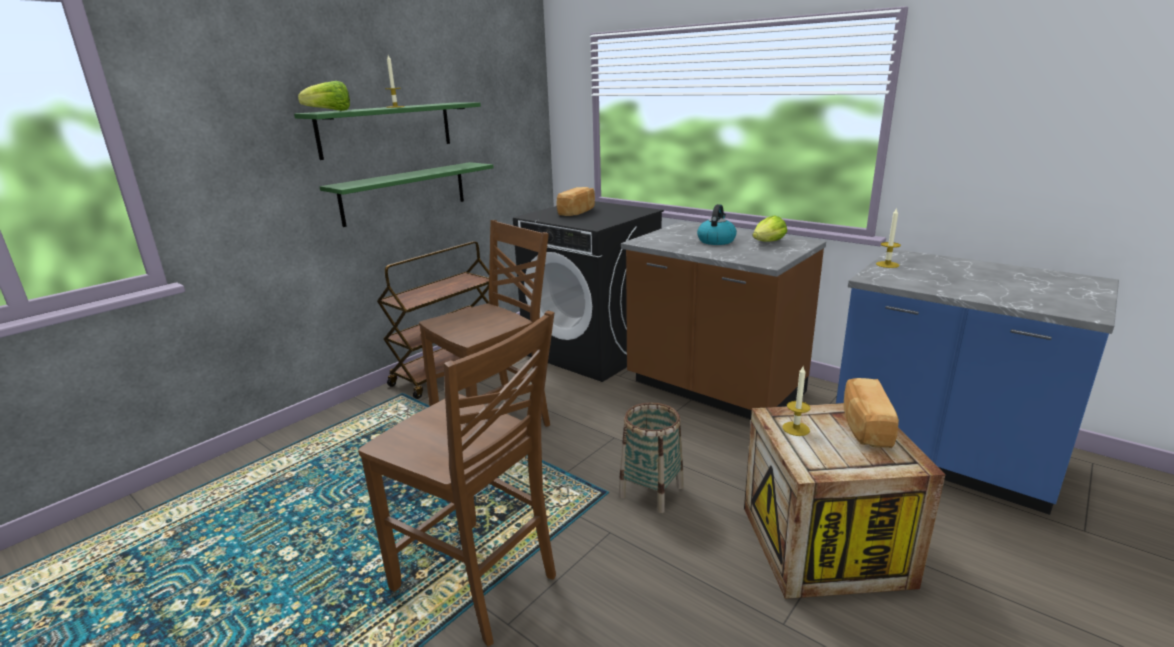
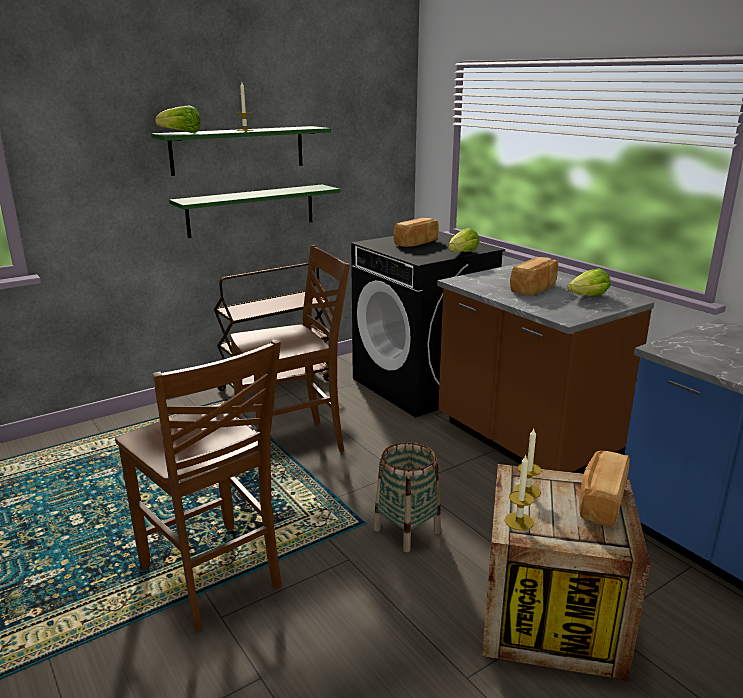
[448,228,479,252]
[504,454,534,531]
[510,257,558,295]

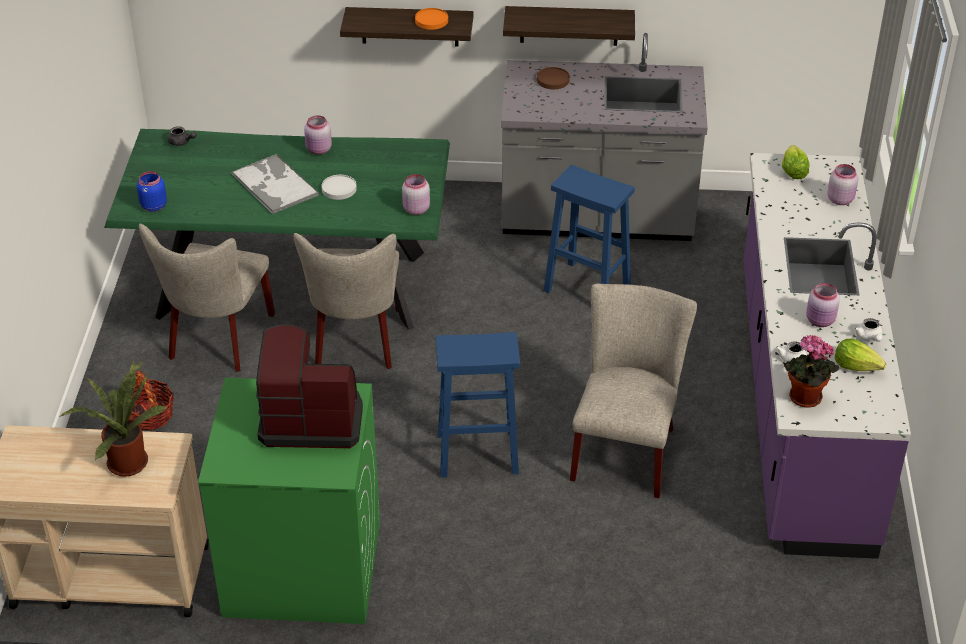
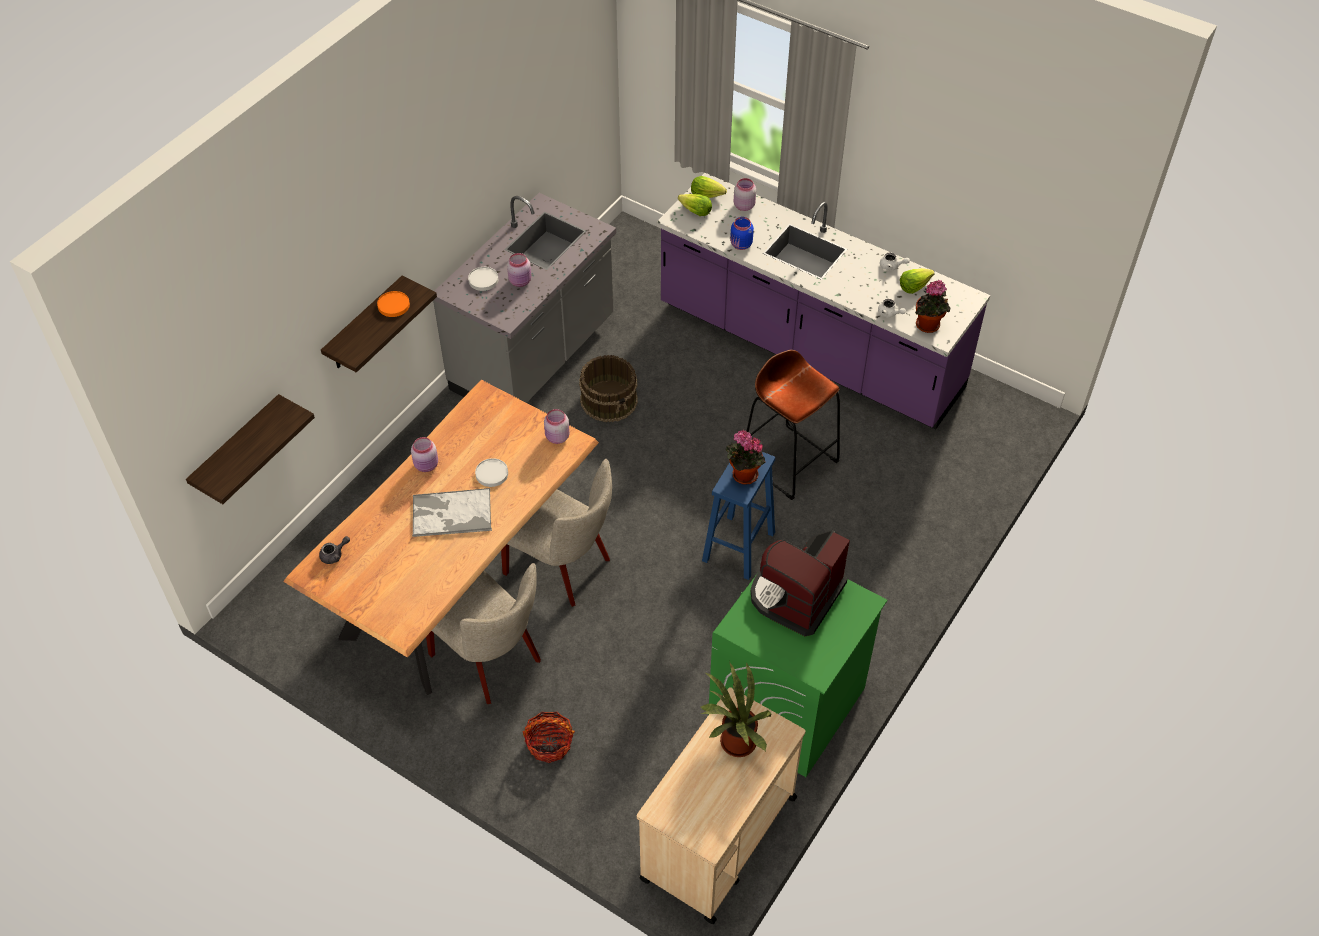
[691,176,727,198]
[726,430,766,485]
[730,217,754,250]
[186,394,315,504]
[507,253,531,287]
[579,355,638,422]
[746,350,840,500]
[283,380,599,695]
[468,267,498,291]

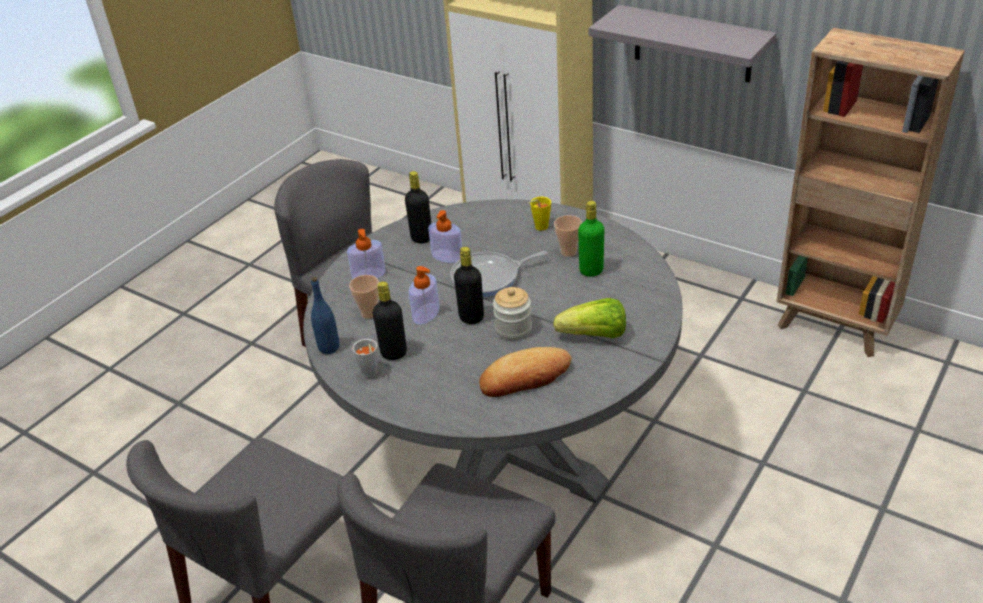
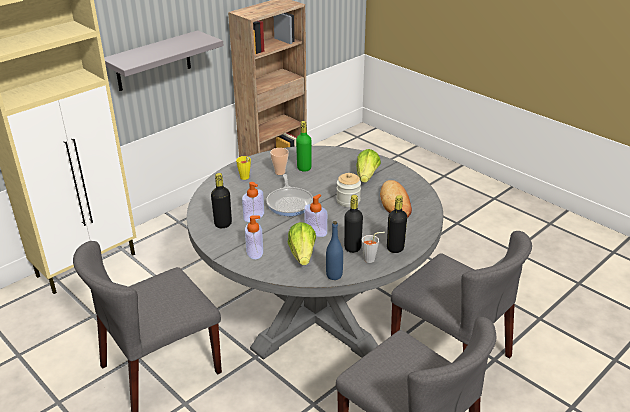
[387,195,407,253]
[288,222,316,265]

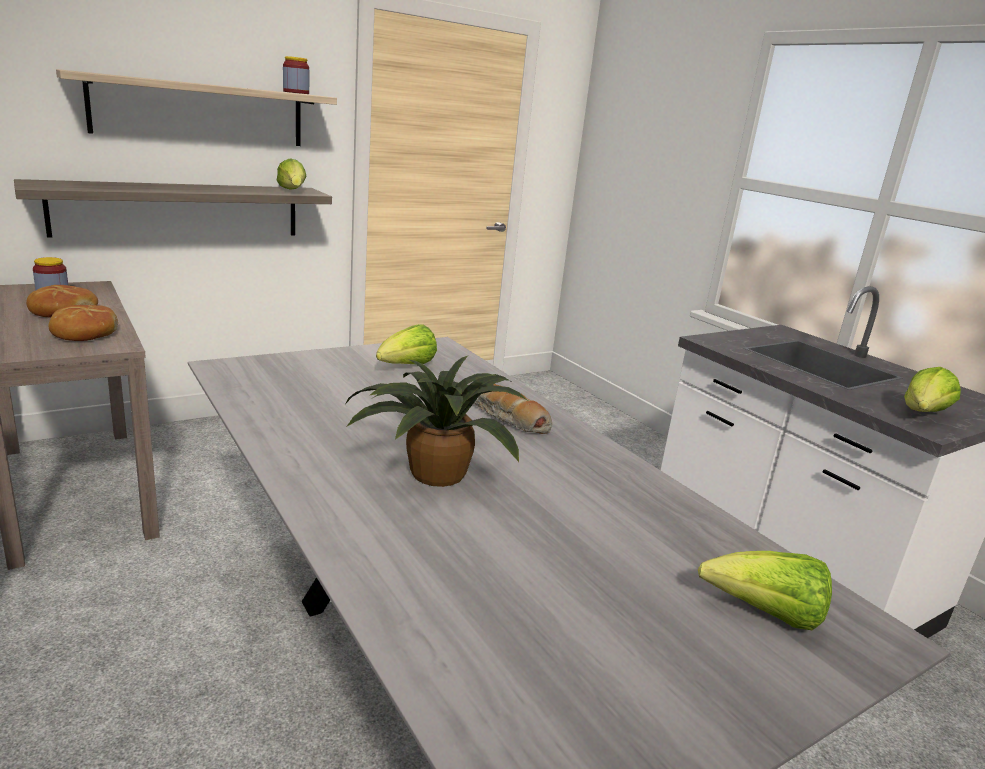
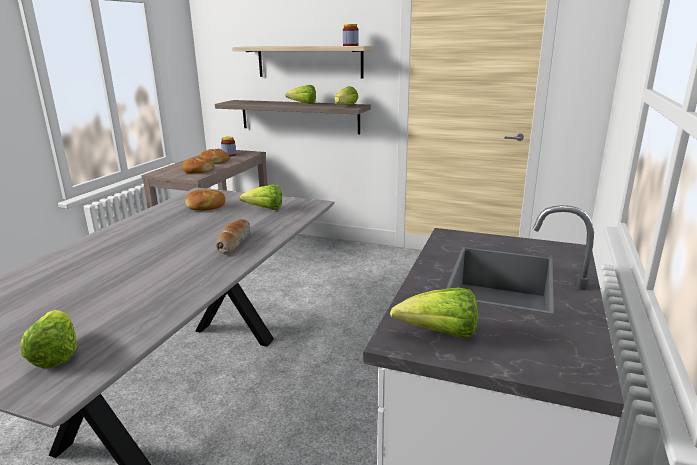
[345,356,528,487] (first image)
[185,189,225,211]
[285,85,316,104]

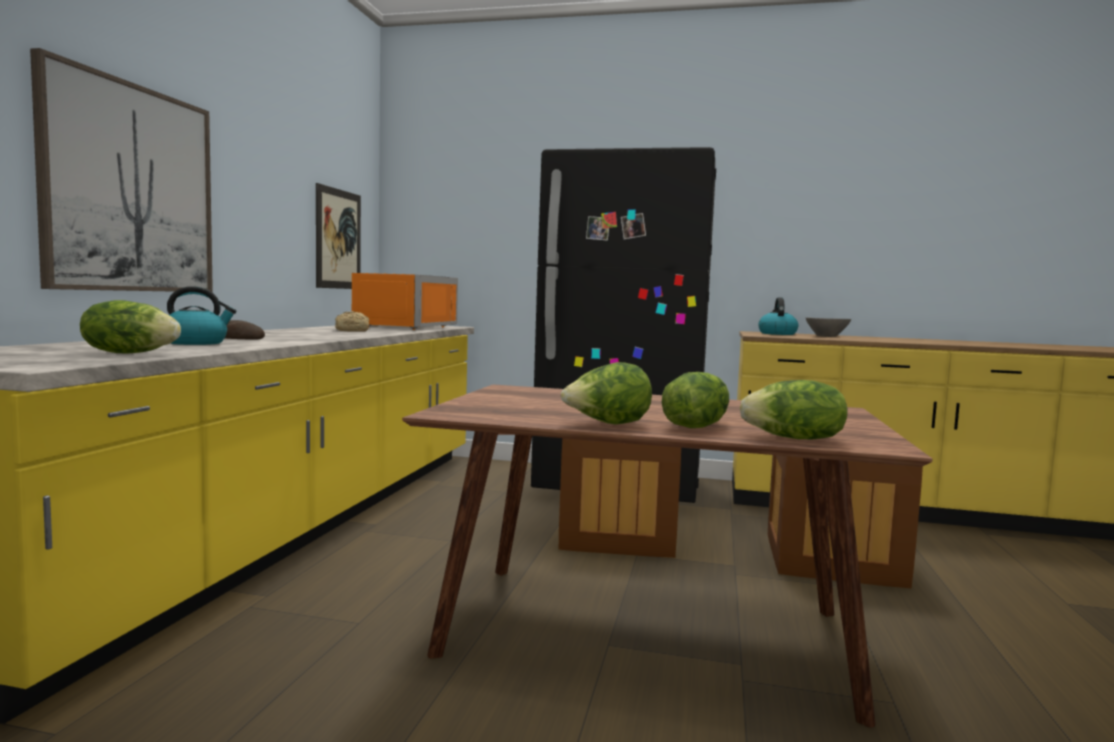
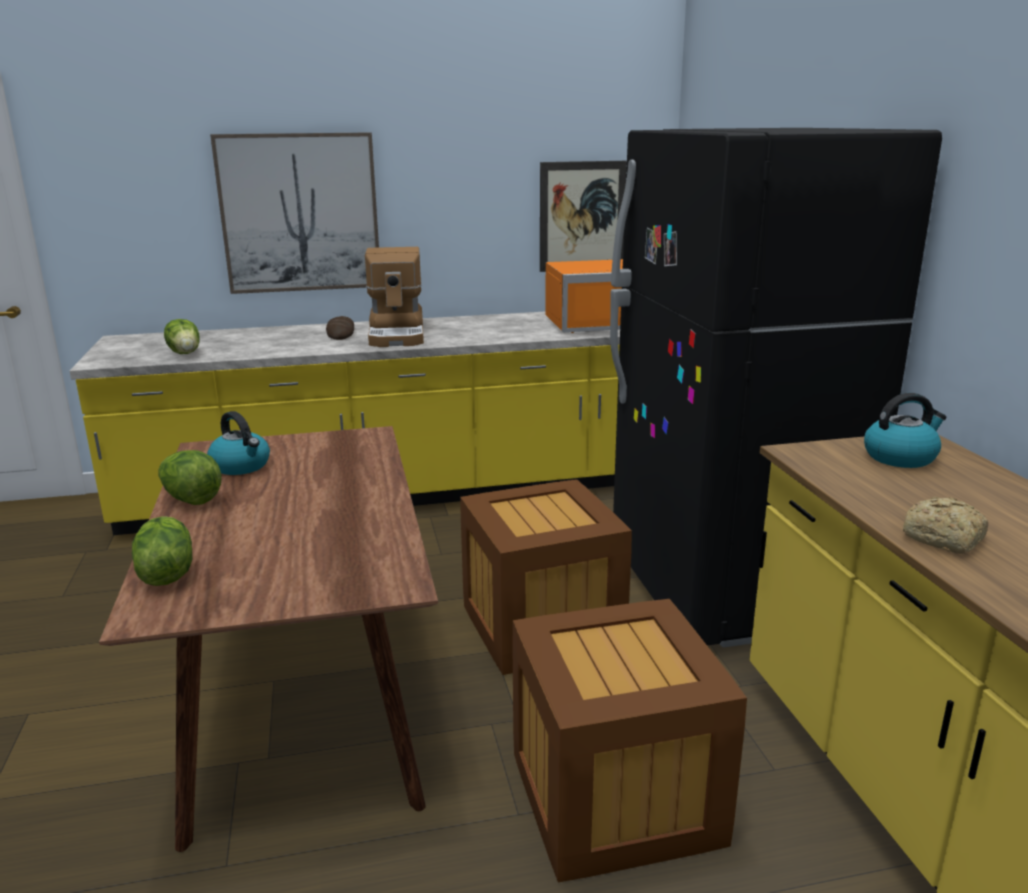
[662,372,729,428] (first image)
[806,317,851,337] (first image)
[365,247,424,347]
[207,411,270,475]
[903,497,988,554]

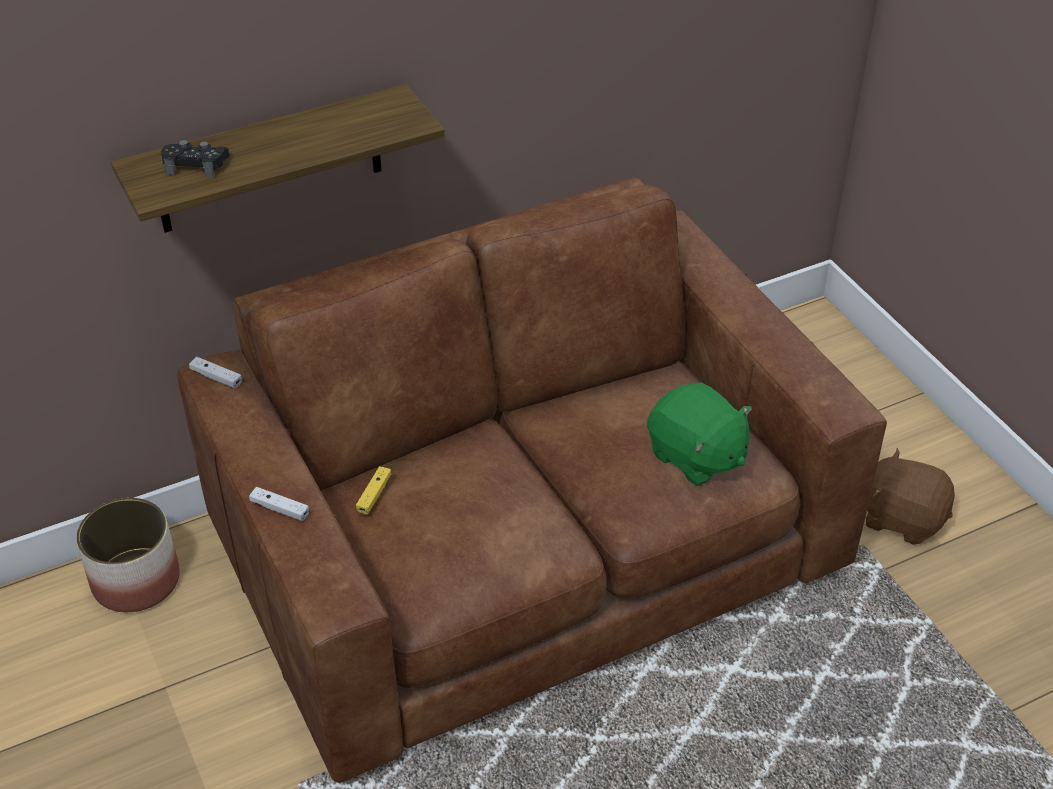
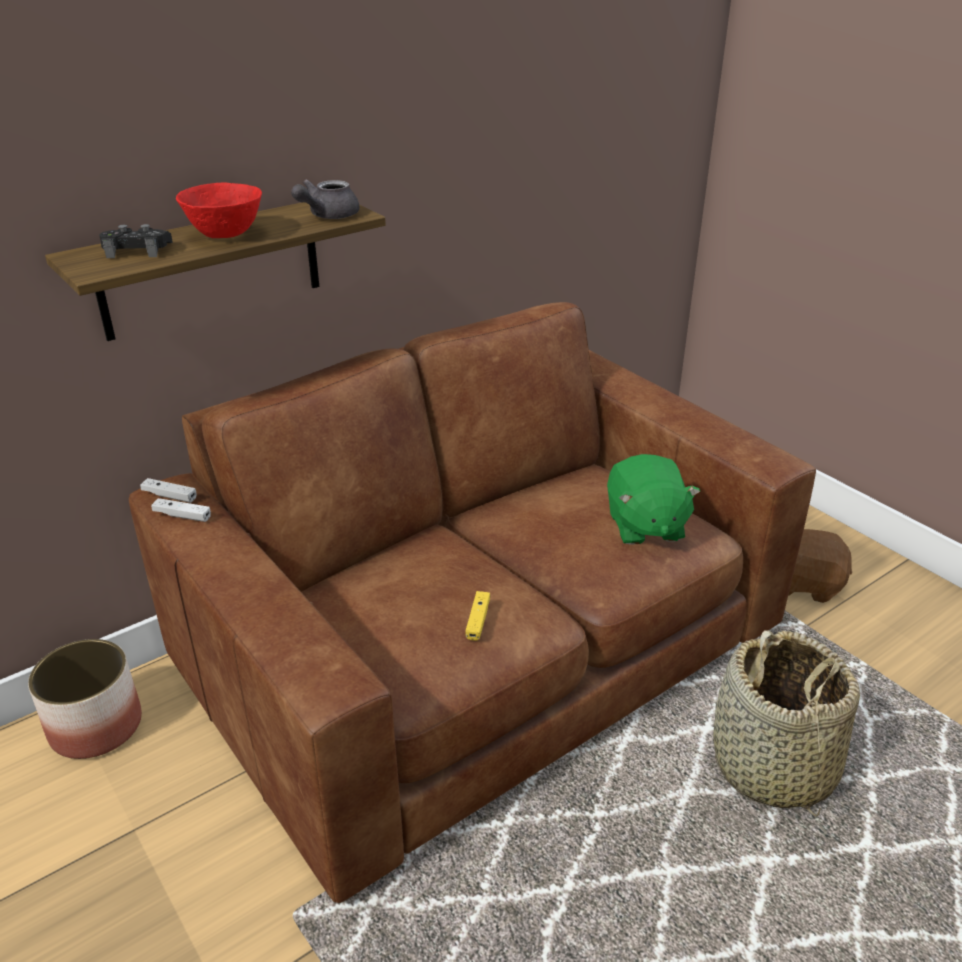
[176,183,262,238]
[291,179,359,219]
[713,630,860,816]
[151,498,211,522]
[465,591,490,641]
[607,454,700,545]

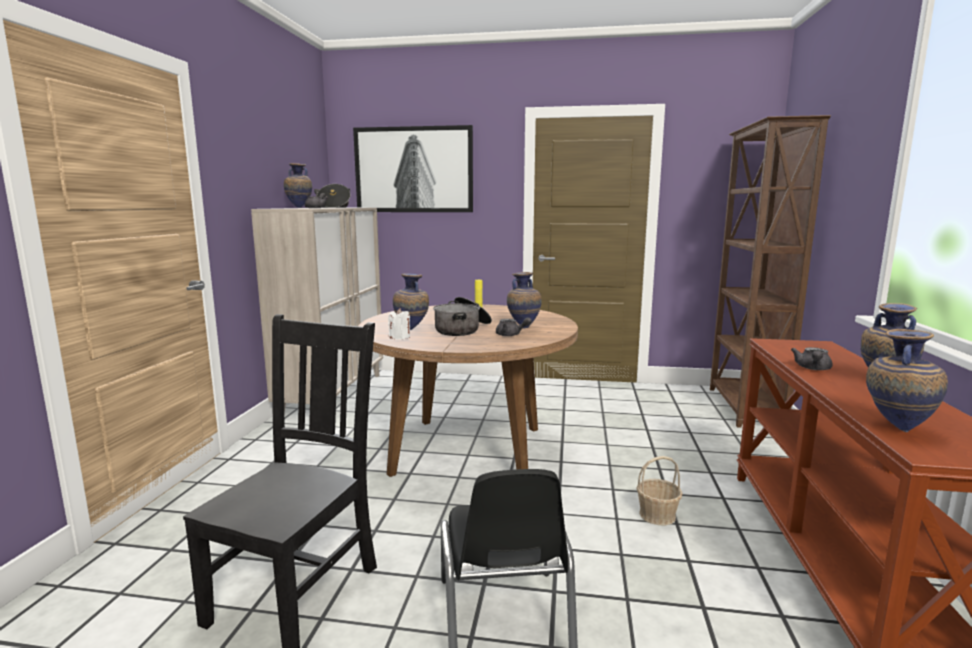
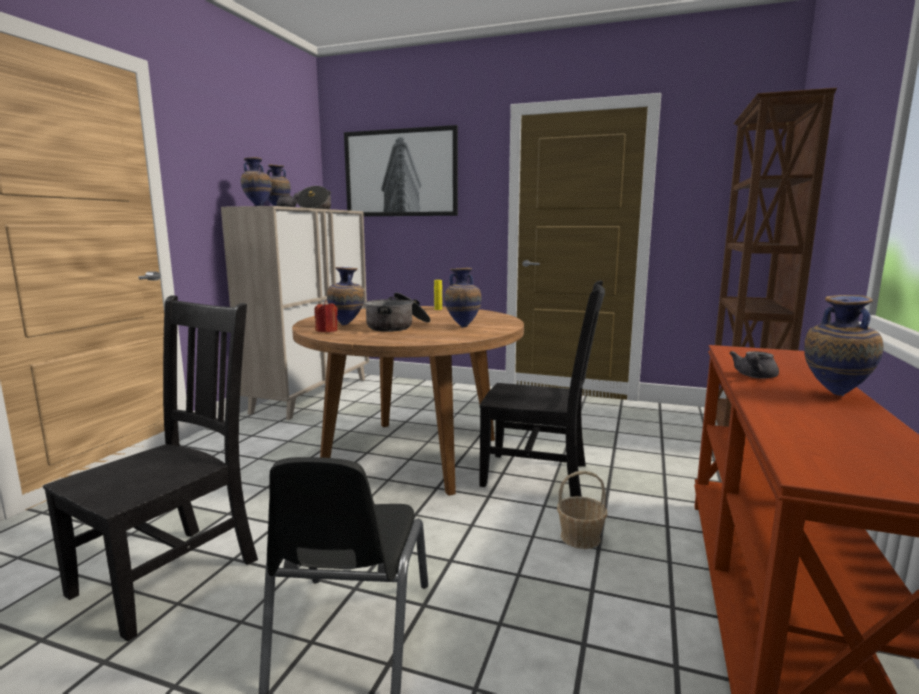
[496,317,532,336] (first image)
[479,280,605,497]
[241,157,272,206]
[315,300,338,332]

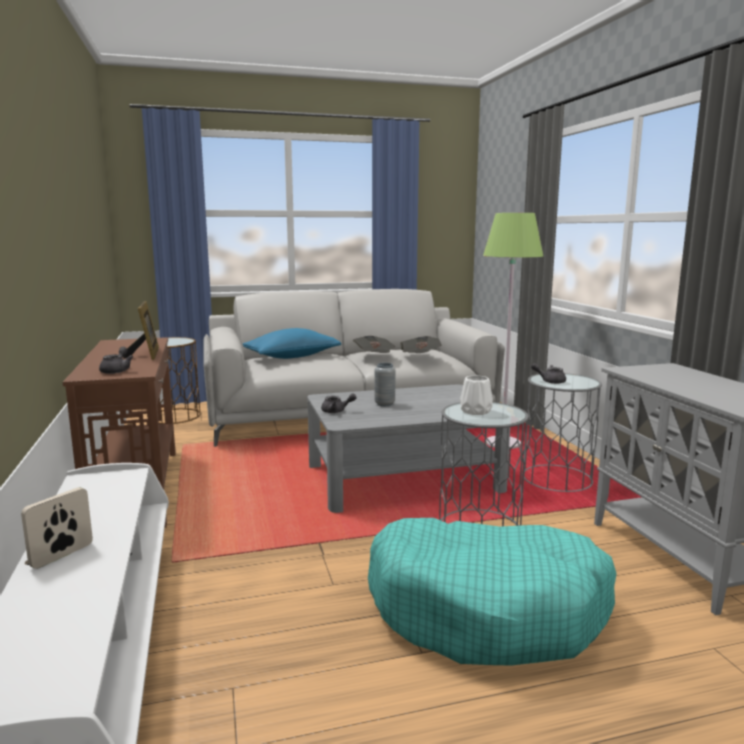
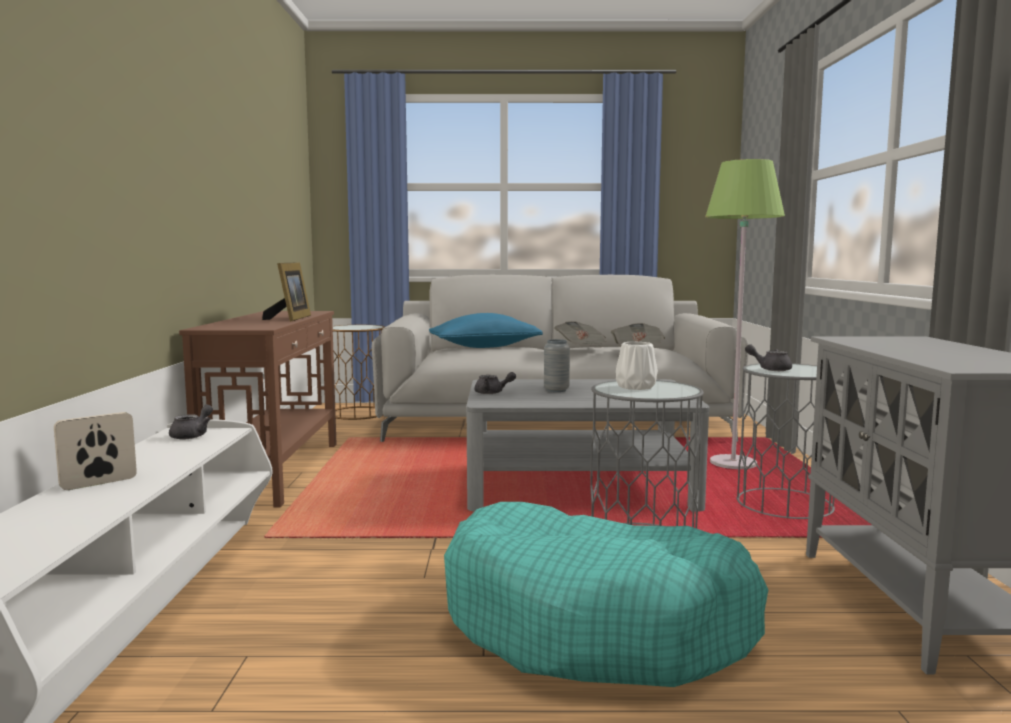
[169,405,213,439]

